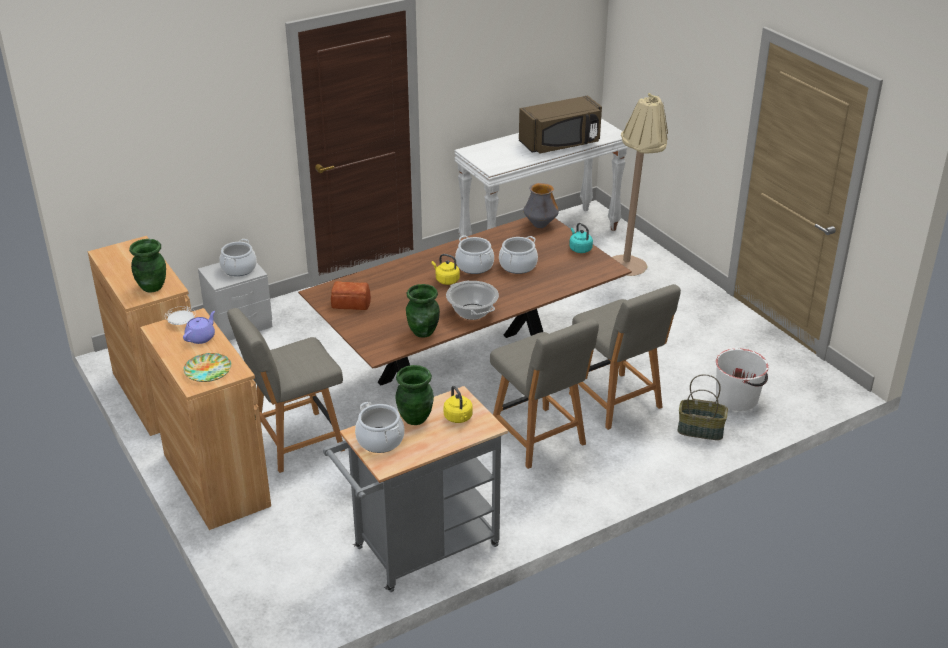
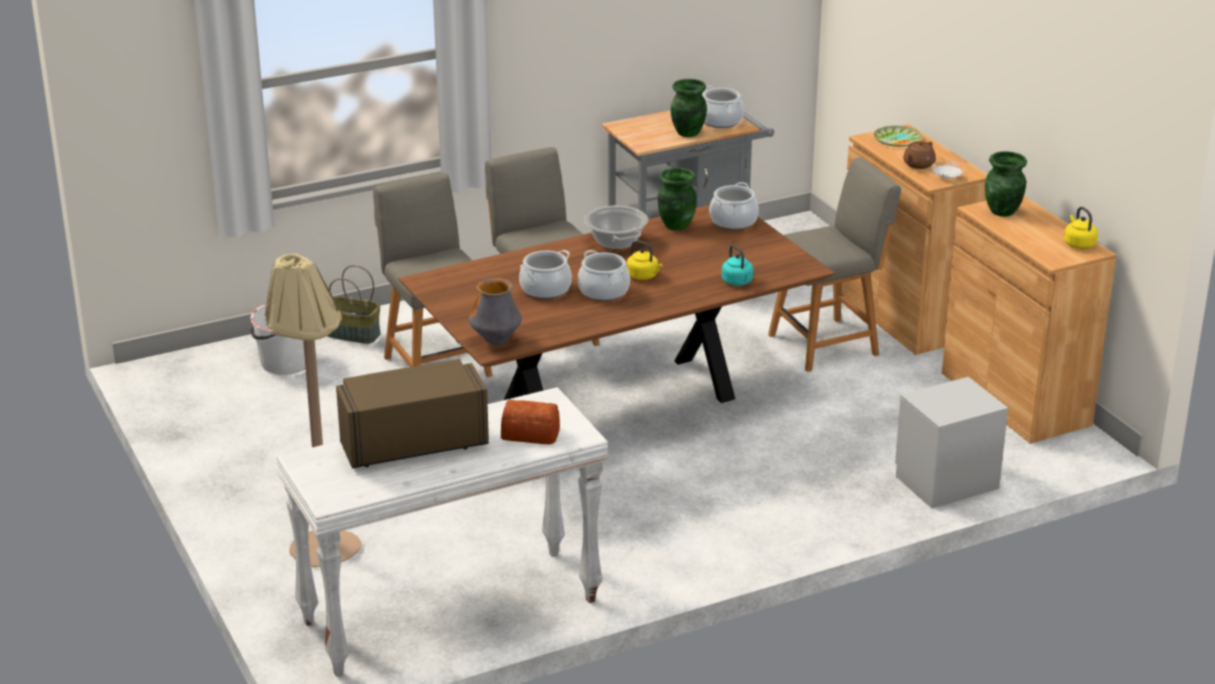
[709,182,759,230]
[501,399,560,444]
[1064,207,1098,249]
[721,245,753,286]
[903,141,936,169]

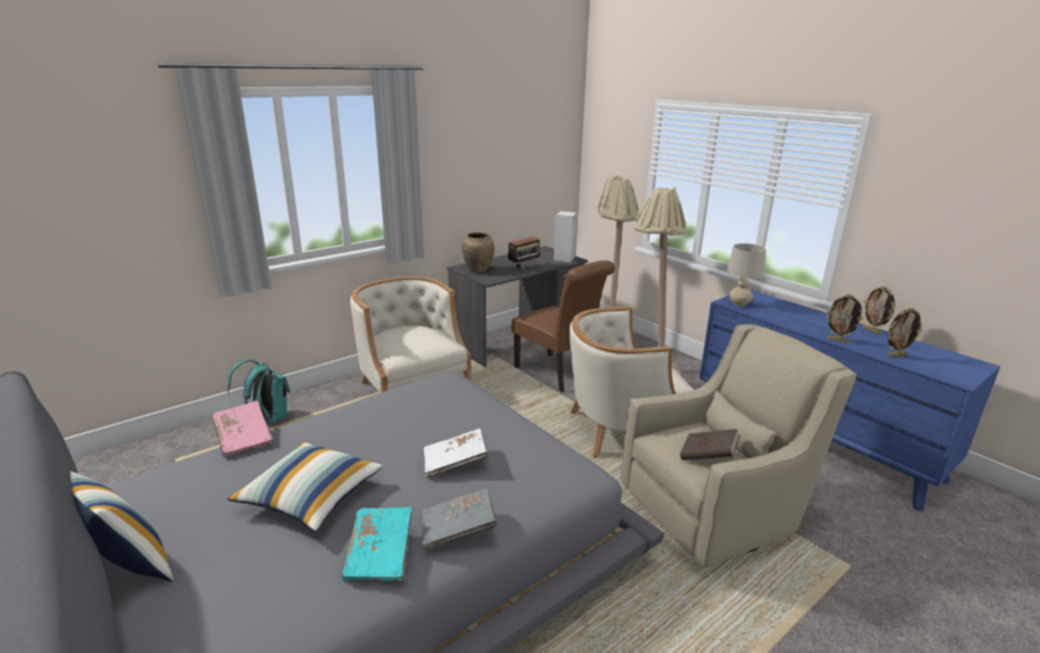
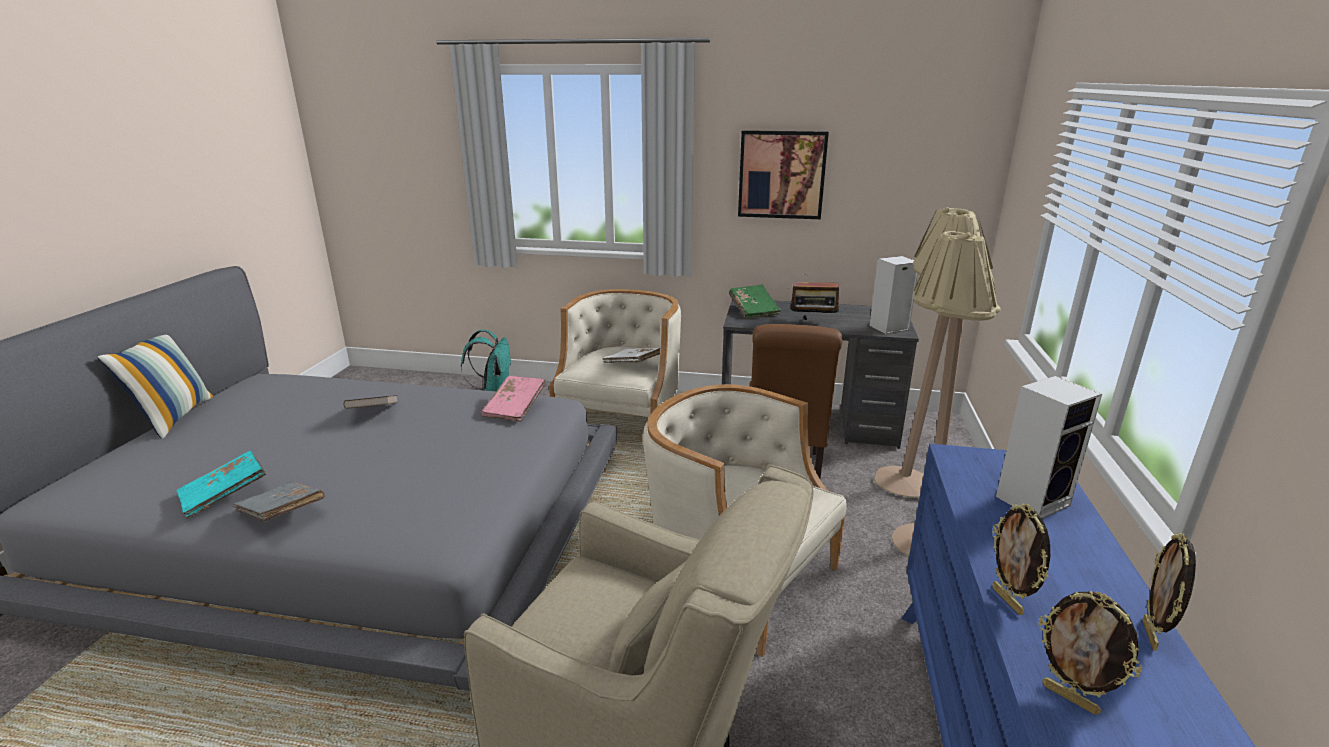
[227,442,383,531] (first image)
[727,243,766,306] (first image)
[738,130,829,219]
[996,376,1102,519]
[481,376,545,422]
[603,348,660,363]
[343,395,398,409]
[729,284,781,319]

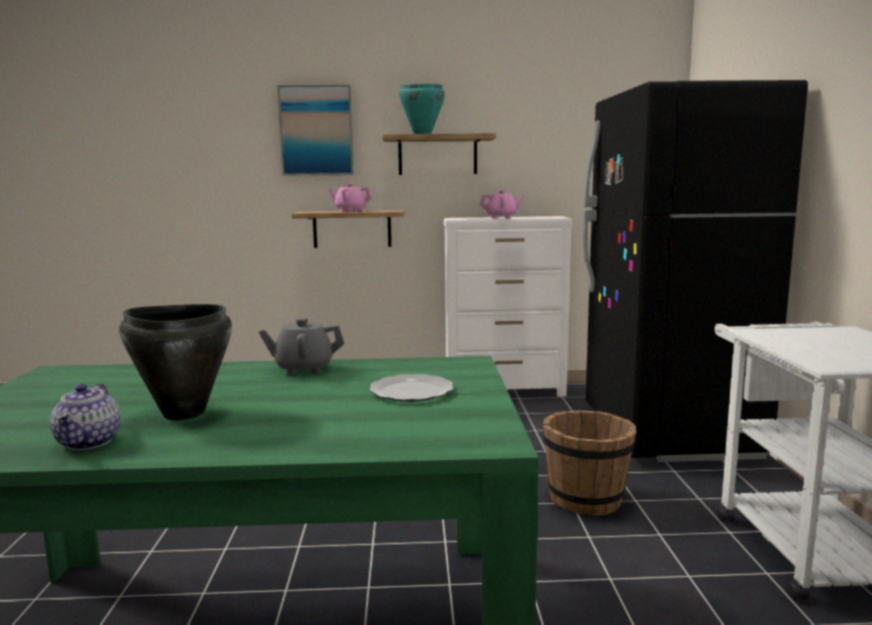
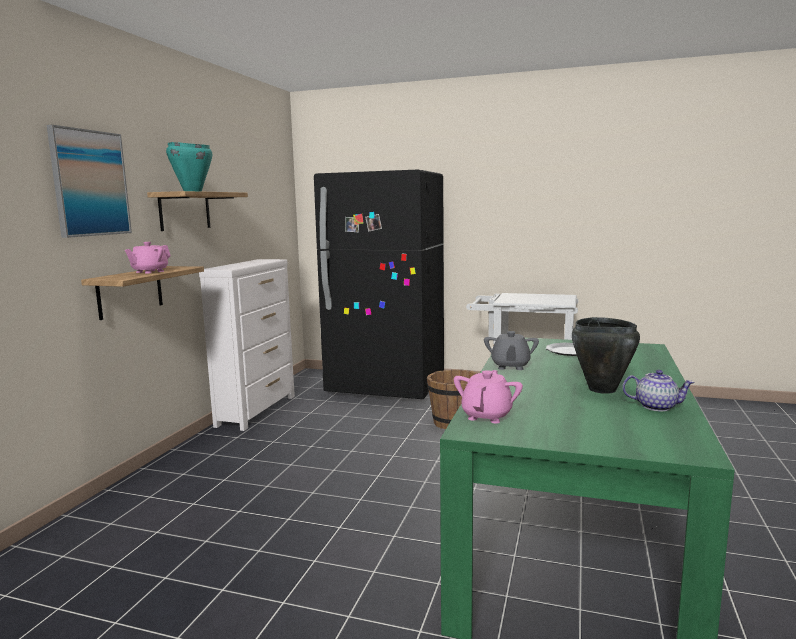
[454,370,523,424]

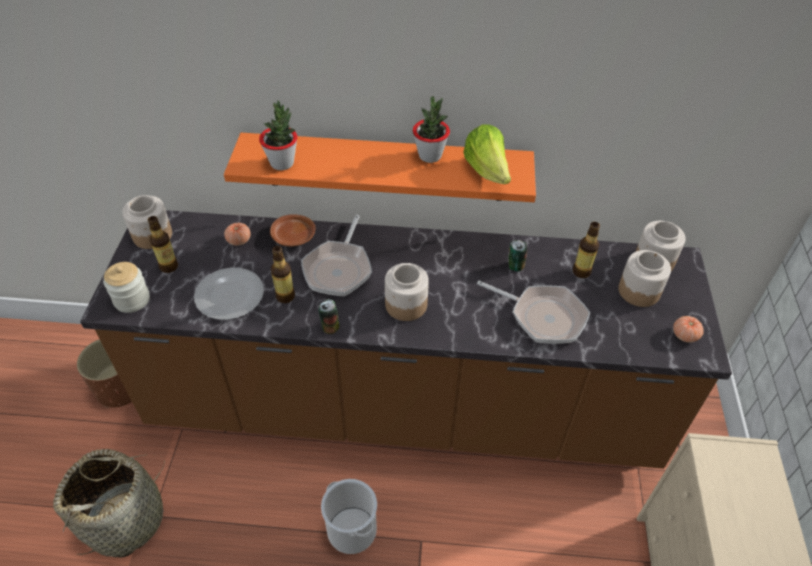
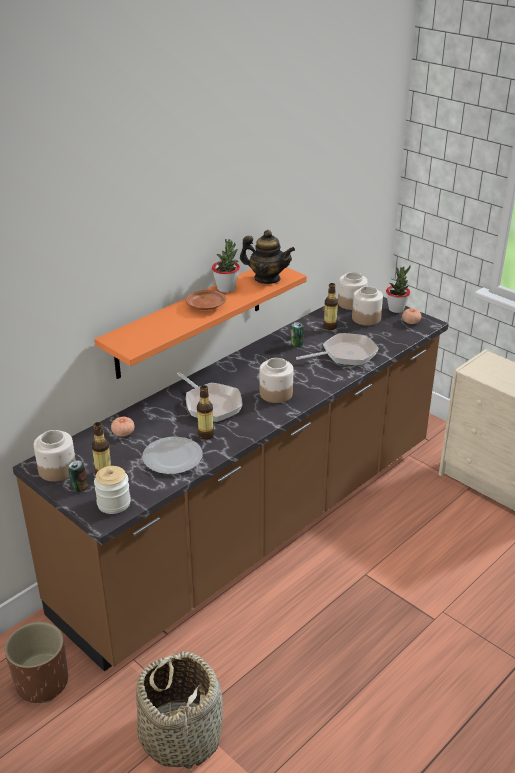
[321,479,377,554] (first image)
[386,266,411,313]
[186,290,226,310]
[68,460,88,492]
[240,230,295,284]

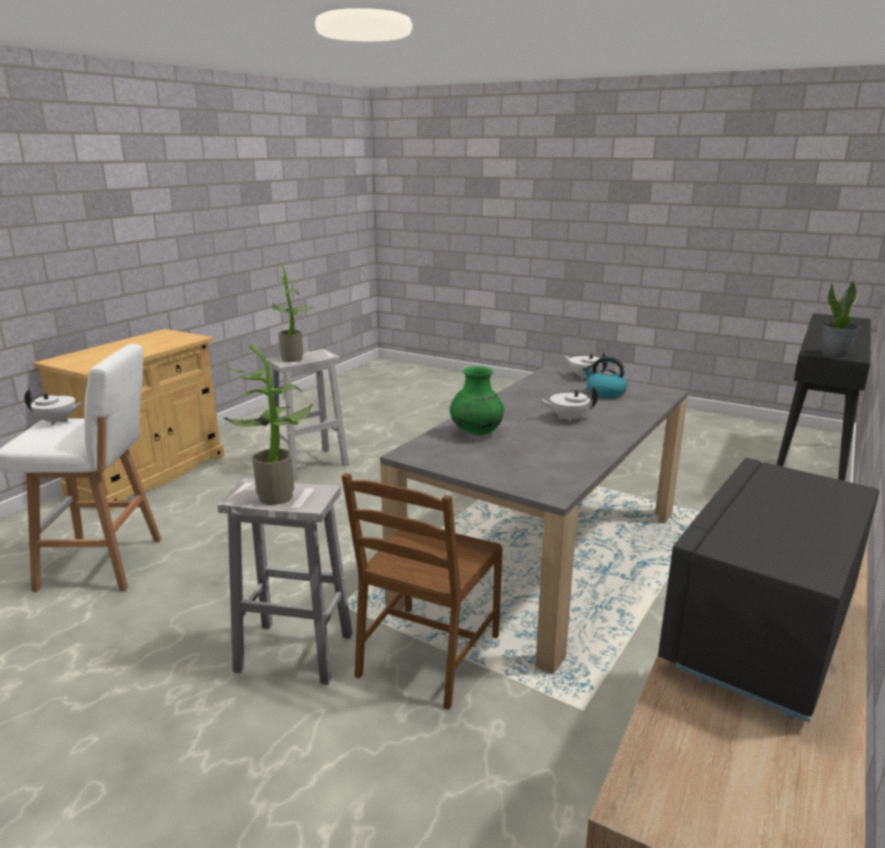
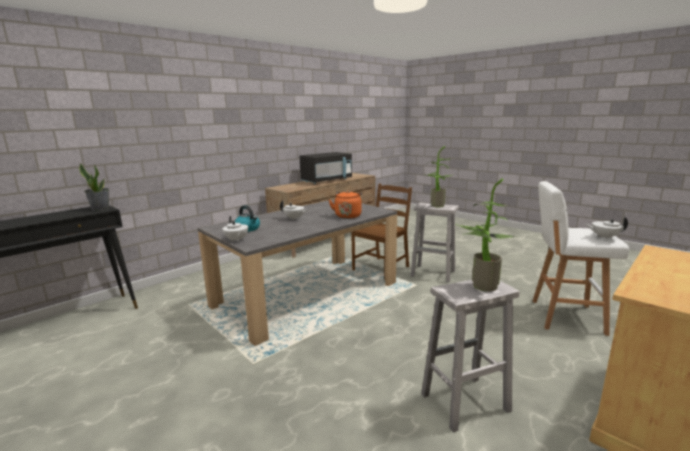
[329,191,362,219]

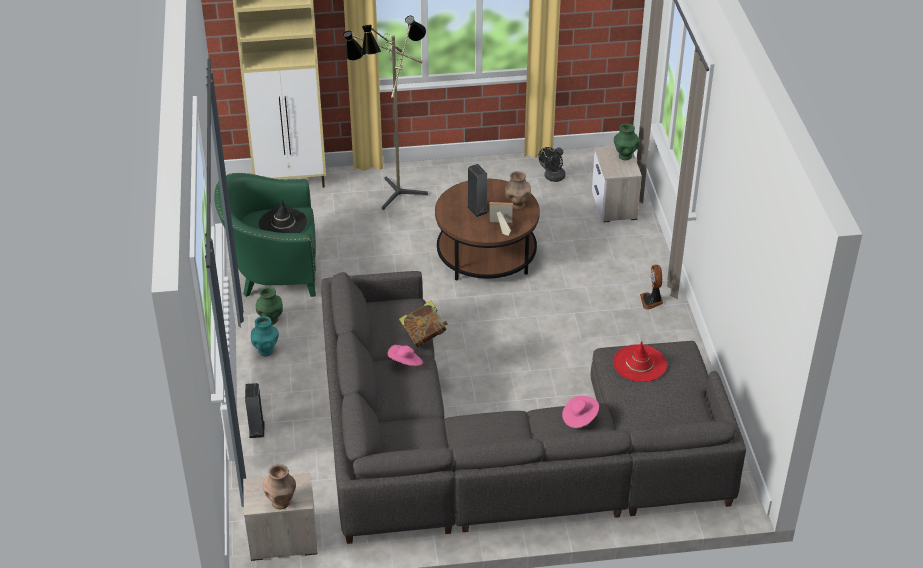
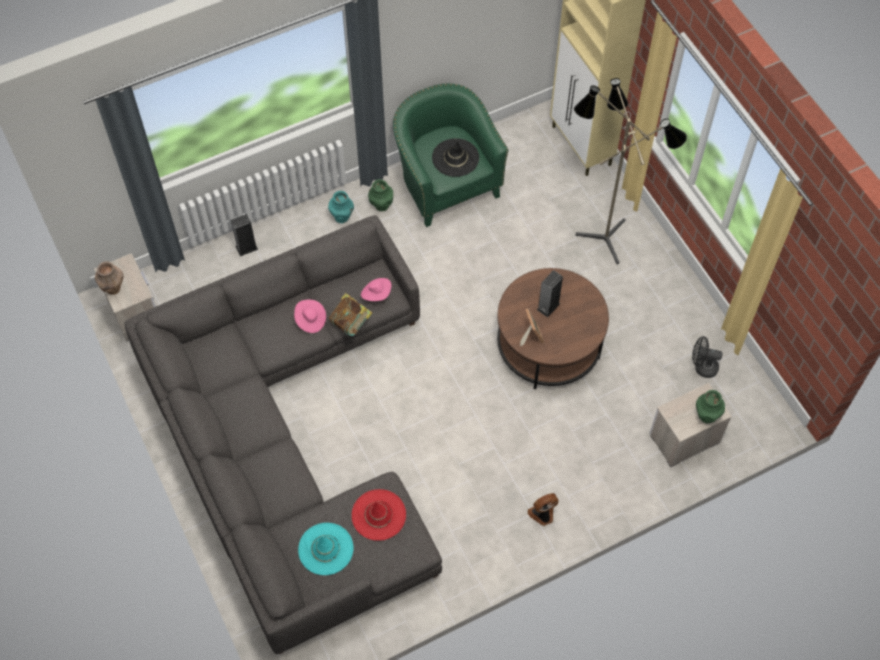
[505,171,531,210] (first image)
[298,523,354,575]
[361,278,391,301]

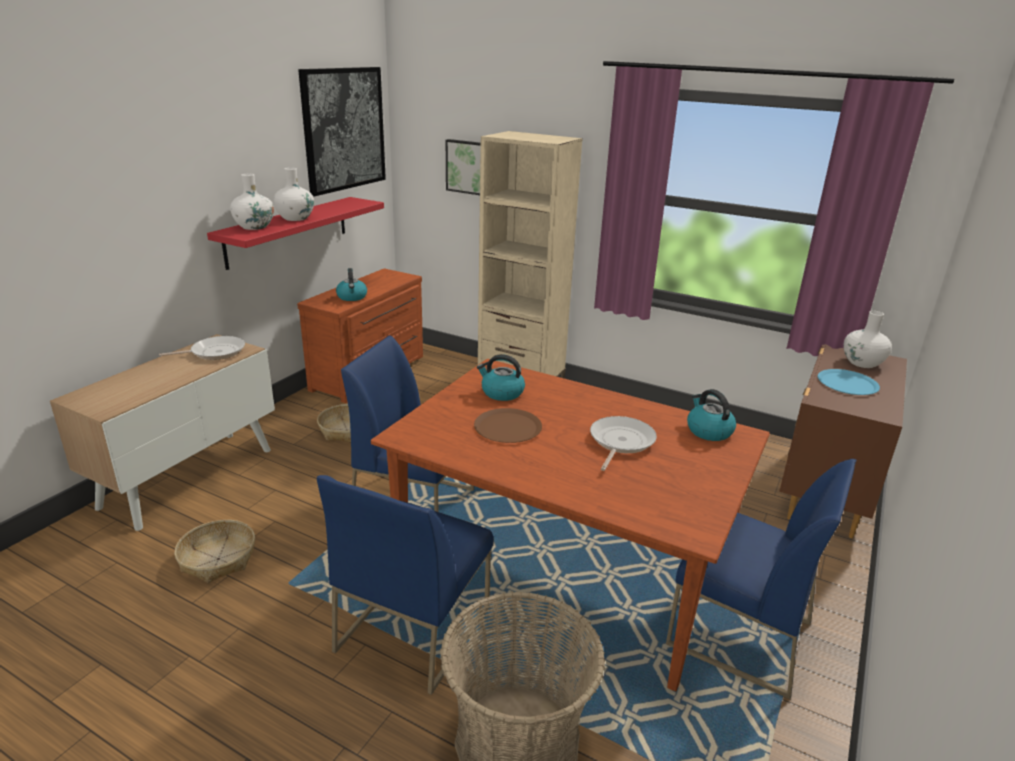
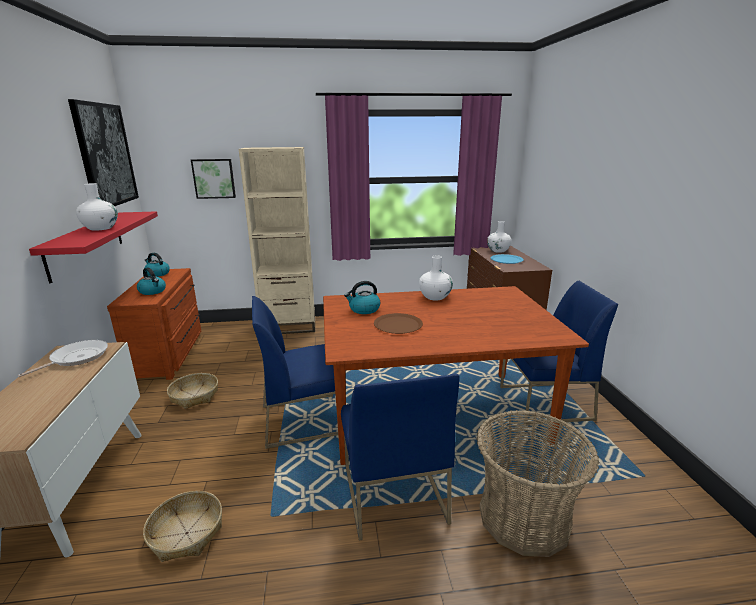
[590,416,657,471] (first image)
[419,256,453,301]
[144,253,170,277]

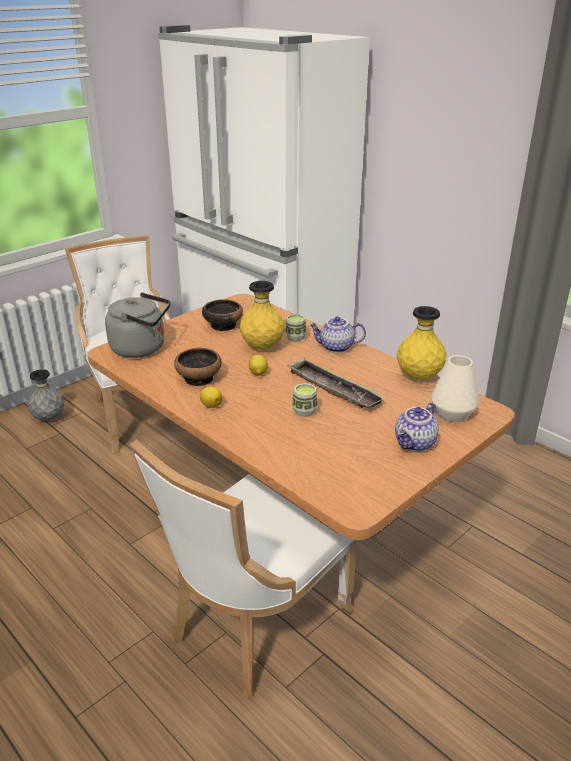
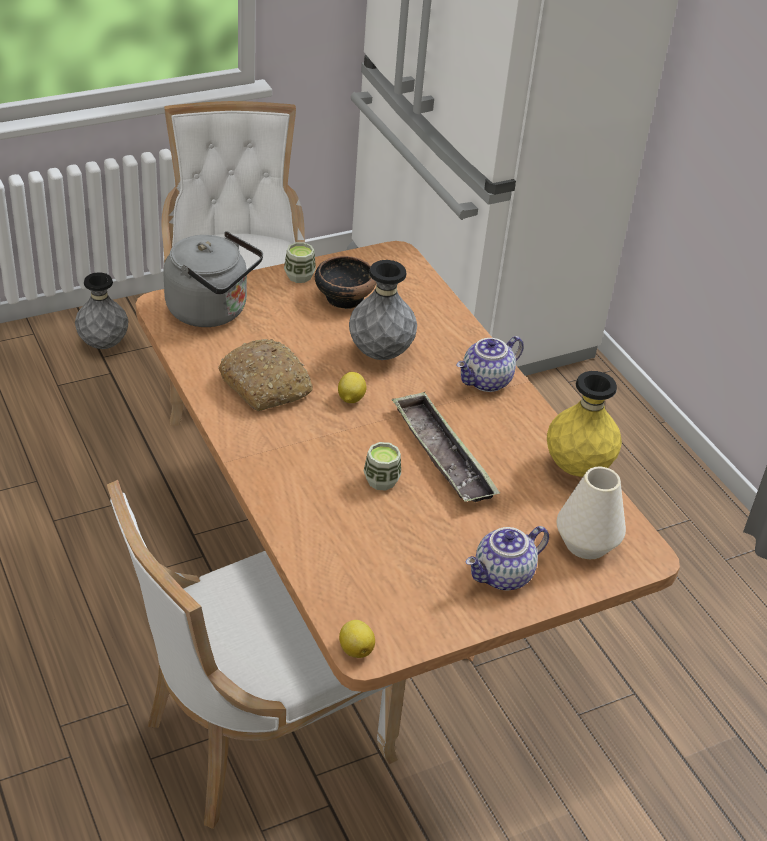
[339,620,375,658]
[284,242,316,283]
[218,339,313,411]
[349,260,417,360]
[456,336,524,392]

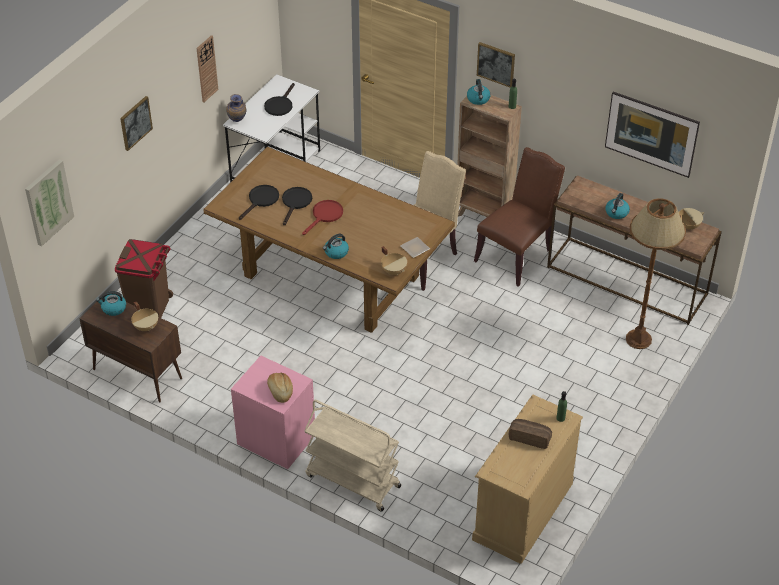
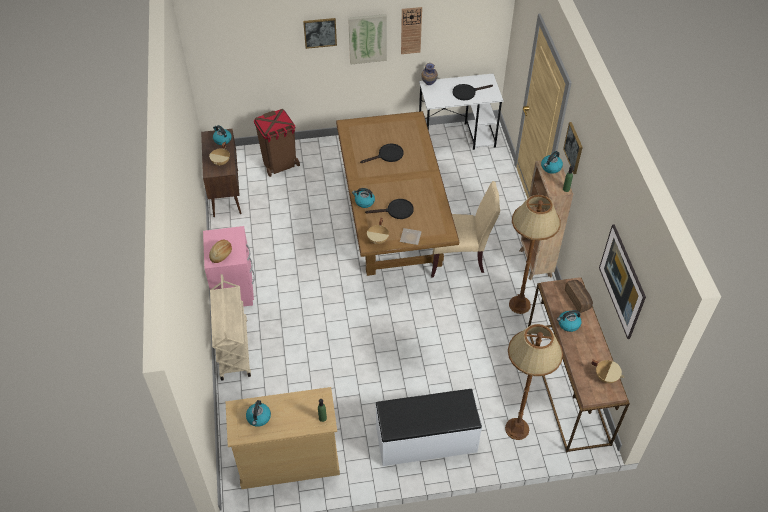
[302,200,343,235] (first image)
[246,400,271,427]
[375,389,482,466]
[348,14,387,65]
[365,199,414,219]
[565,280,593,313]
[509,195,561,314]

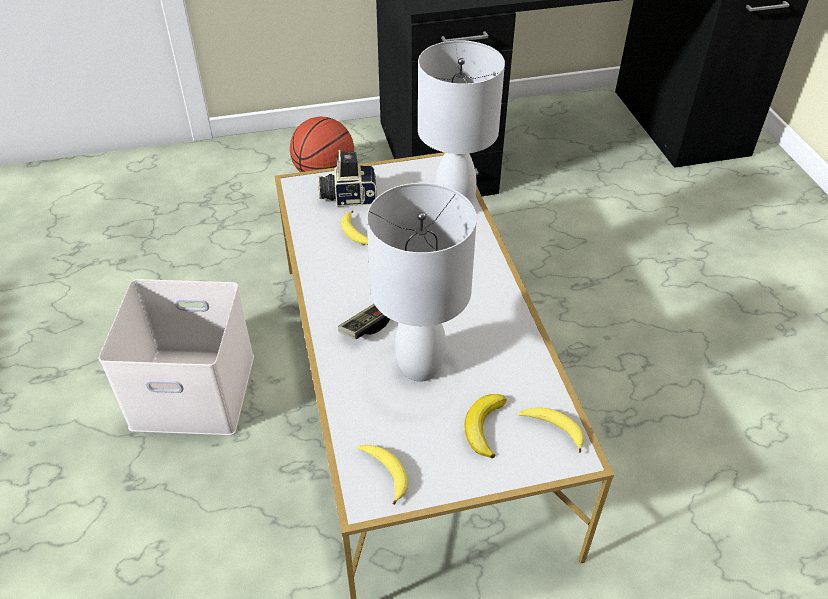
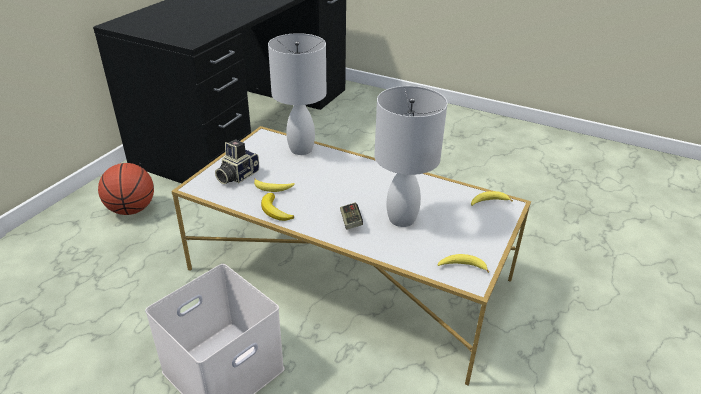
[261,193,294,221]

